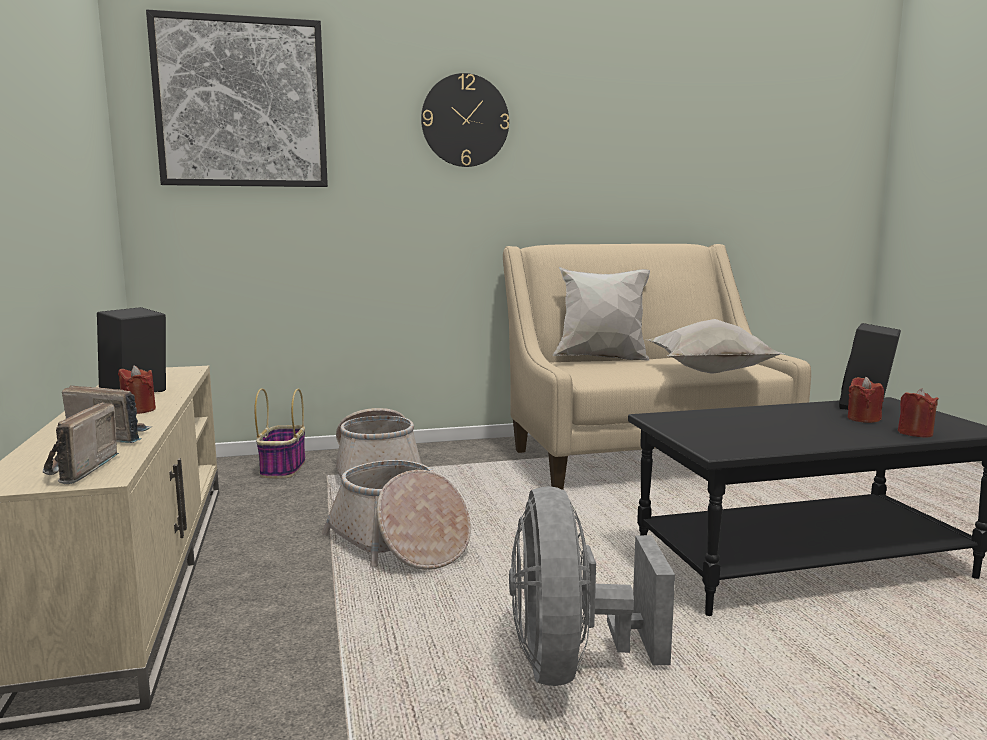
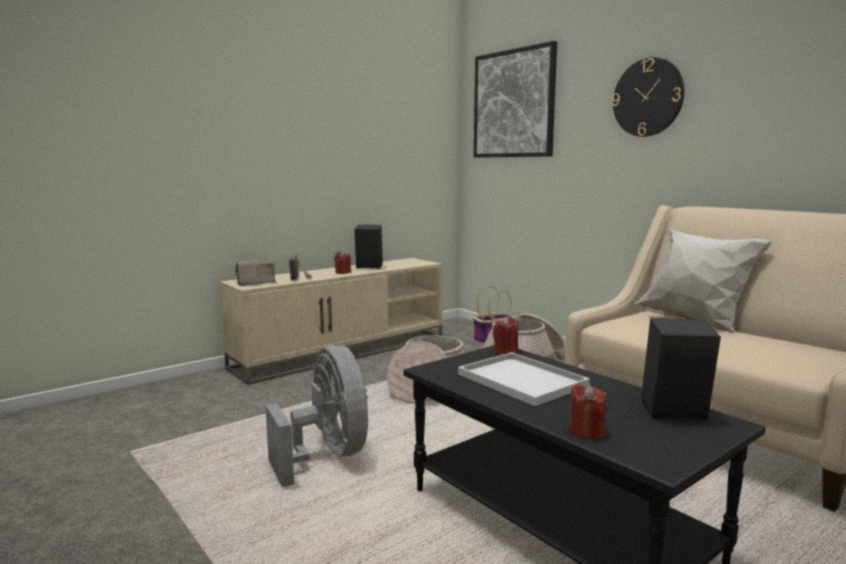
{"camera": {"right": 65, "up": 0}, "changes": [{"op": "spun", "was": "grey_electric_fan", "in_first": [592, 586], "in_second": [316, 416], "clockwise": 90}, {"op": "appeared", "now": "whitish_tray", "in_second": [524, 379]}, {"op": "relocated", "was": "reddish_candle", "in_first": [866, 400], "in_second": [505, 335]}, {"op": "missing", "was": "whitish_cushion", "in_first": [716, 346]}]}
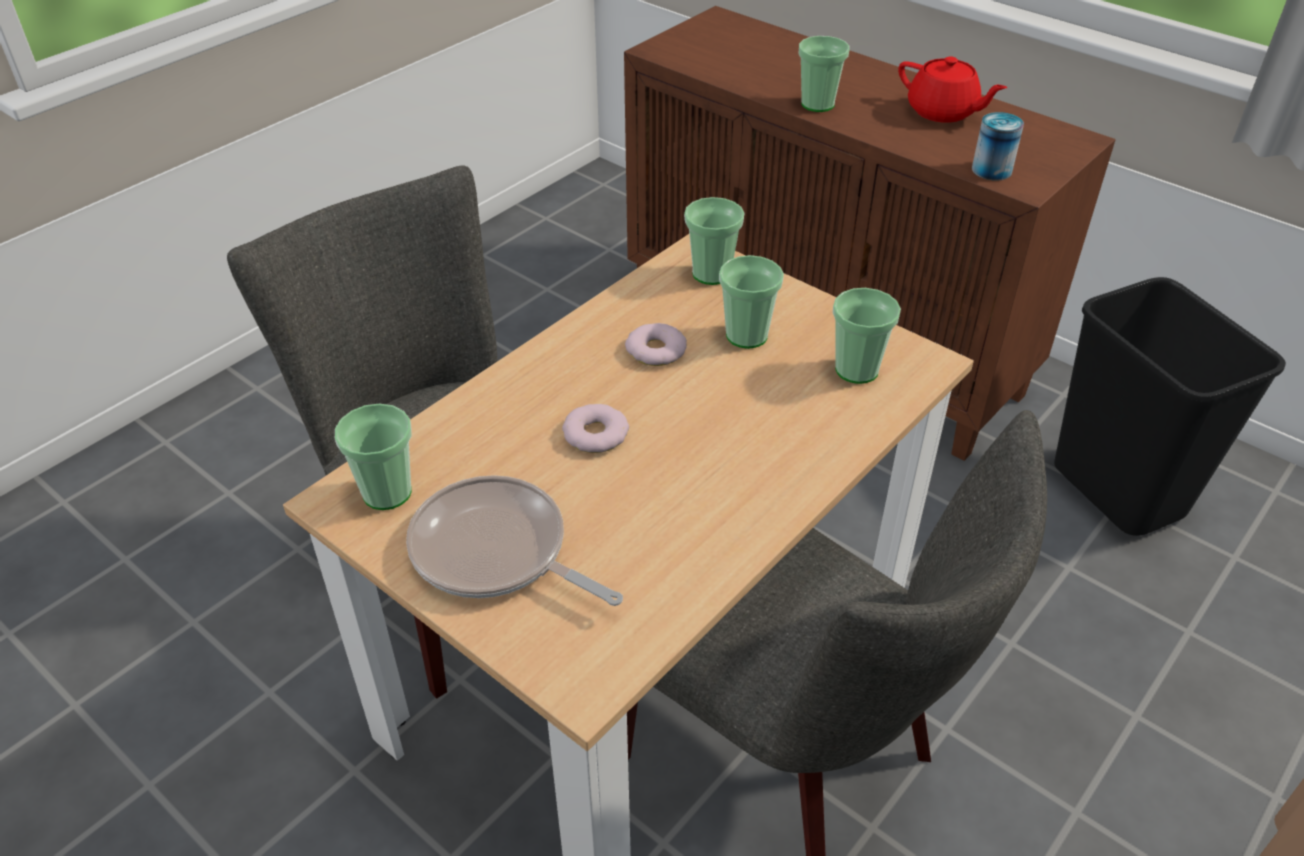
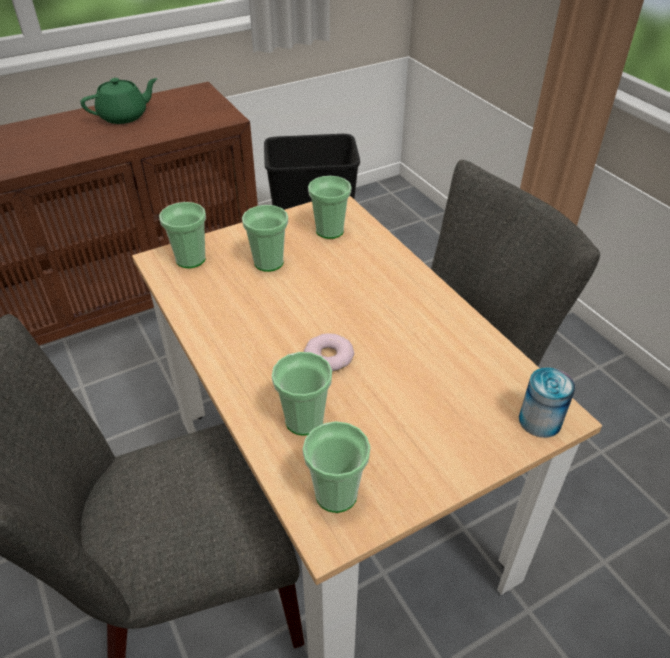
{"camera": {"right": -70, "up": 0}, "changes": [{"op": "colour", "was": "reddish_tea_pot", "now": "greenish_tea_pot", "in_first": [952, 89], "in_second": [119, 101]}, {"op": "relocated", "was": "drinking_cup", "in_first": [824, 74], "in_second": [302, 393]}, {"op": "relocated", "was": "can", "in_first": [998, 146], "in_second": [547, 402]}, {"op": "missing", "was": "pan", "in_first": [514, 540]}, {"op": "missing", "was": "donut", "in_first": [656, 344]}]}
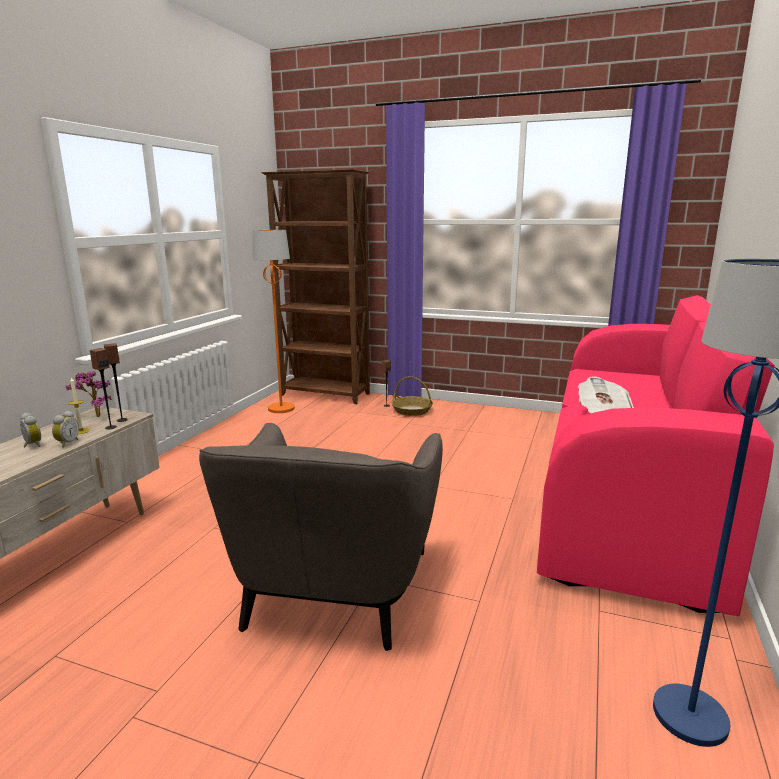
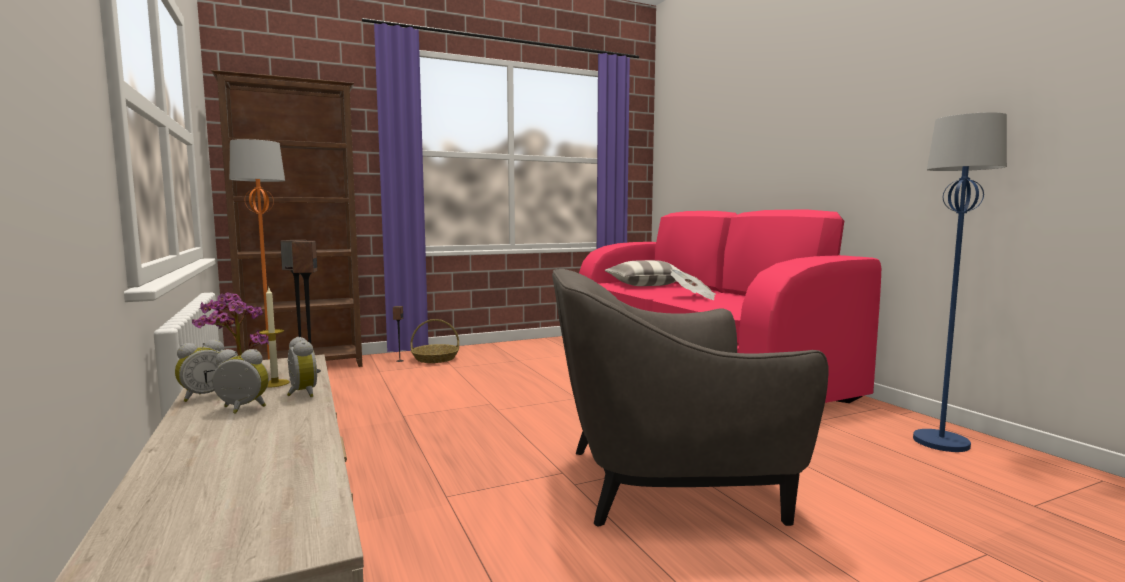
{"camera": {"right": -45, "up": -10}, "changes": [{"op": "appeared", "now": "bedside_clock", "in_second": [199, 370]}, {"op": "spun", "was": "grey_armchair", "in_first": [321, 537], "in_second": [690, 398], "clockwise": 120}, {"op": "appeared", "now": "cushion", "in_second": [647, 273]}]}
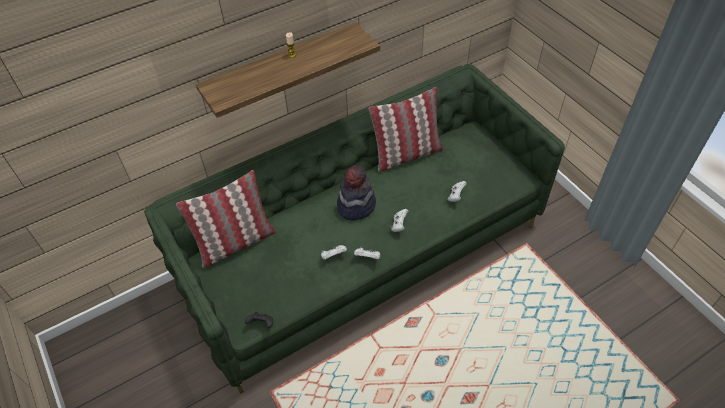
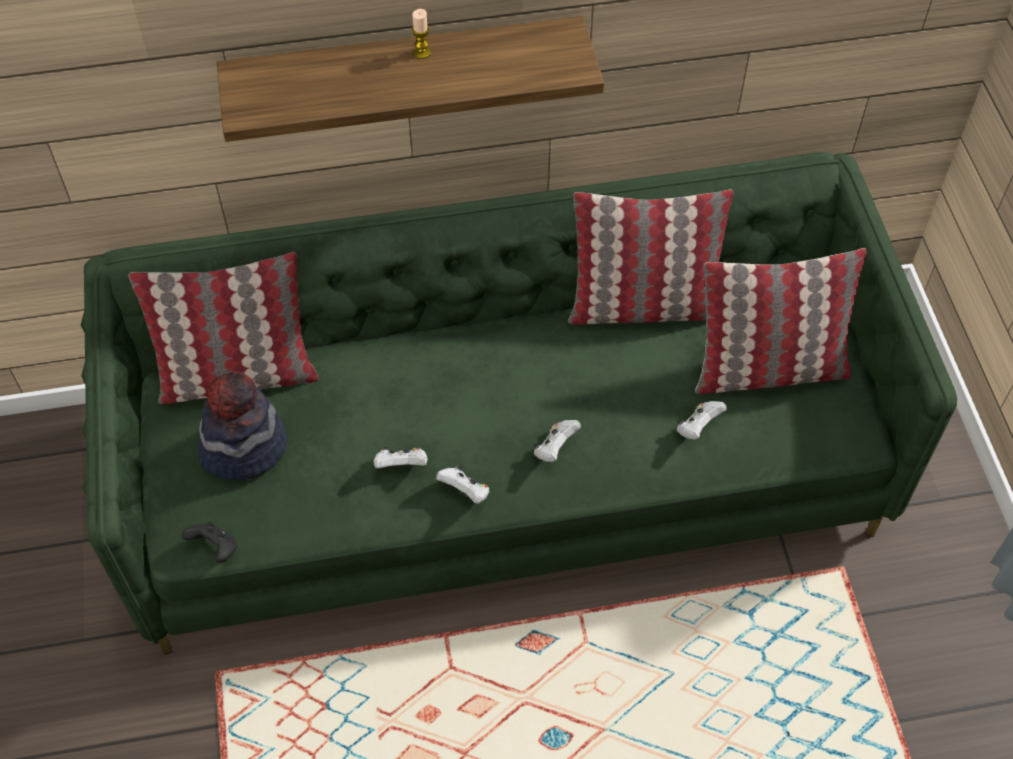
{"camera": {"right": 20, "up": 5}, "changes": [{"op": "relocated", "was": "hat", "in_first": [356, 193], "in_second": [242, 425]}, {"op": "appeared", "now": "cushion", "in_second": [780, 321]}]}
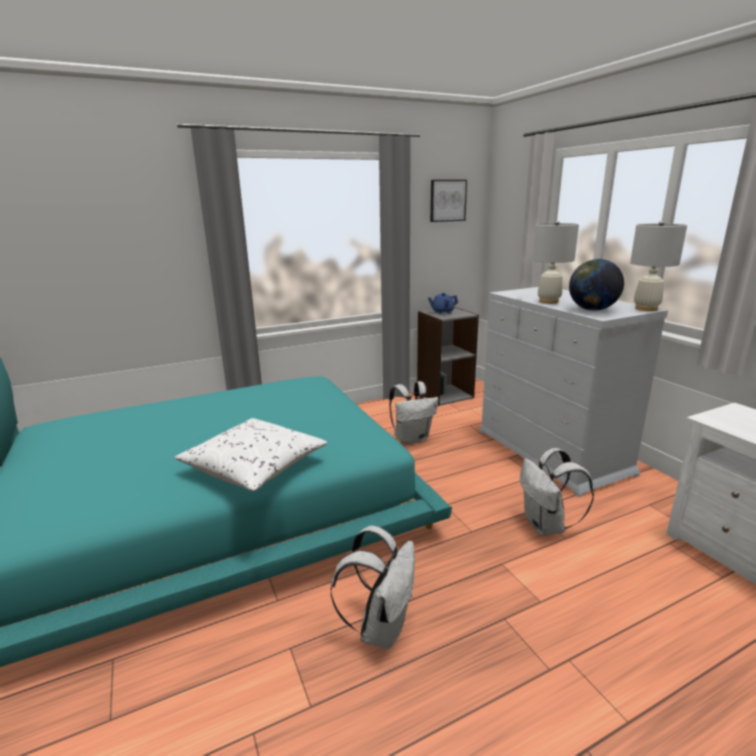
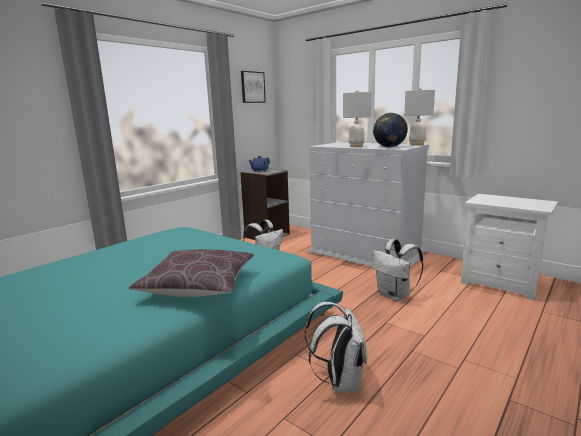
{"camera": {"right": -25, "up": -5}, "changes": [{"op": "colour", "was": "whitish_cushion", "now": "brown-coloured_cushion", "in_first": [250, 454], "in_second": [191, 273]}]}
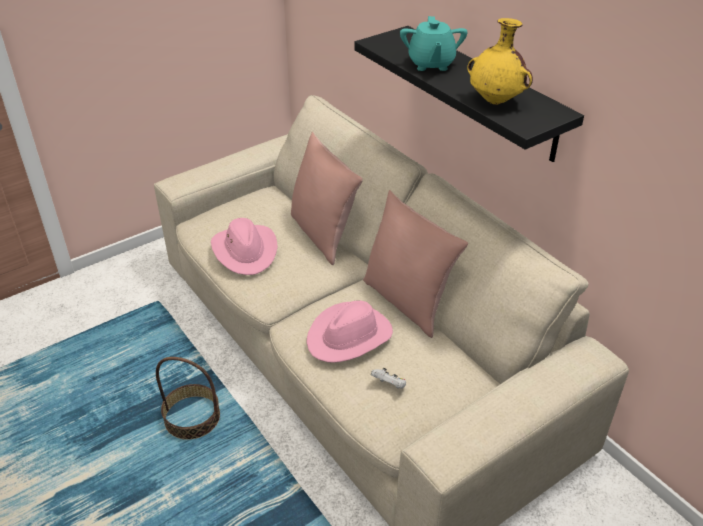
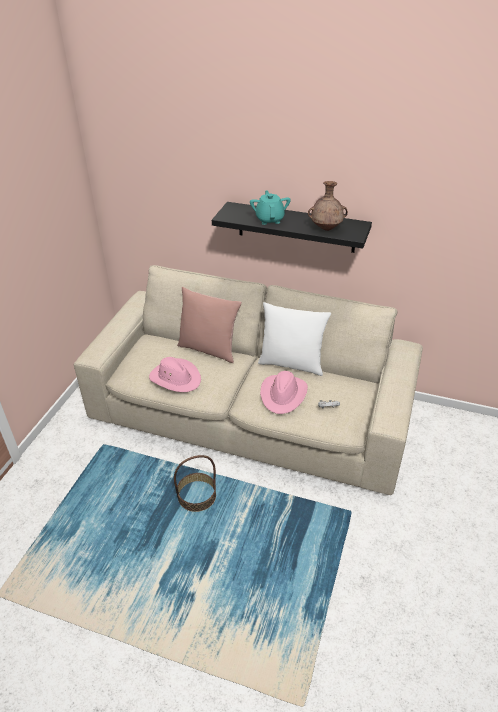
{"camera": {"right": -35, "up": 0}, "changes": [{"op": "spun", "was": "blue-green_tea_pot", "in_first": [434, 43], "in_second": [270, 207], "clockwise": -150}, {"op": "colour", "was": "pink-coloured_cushion", "now": "whitish_cushion", "in_first": [415, 264], "in_second": [294, 339]}, {"op": "colour", "was": "yellow_flower_vase", "now": "brown-coloured_flower_vase", "in_first": [500, 61], "in_second": [328, 206]}]}
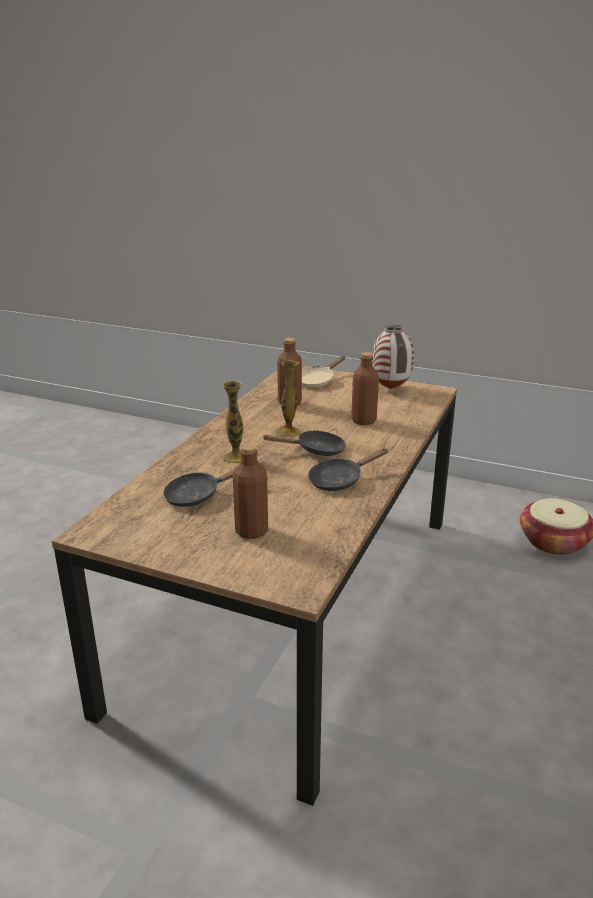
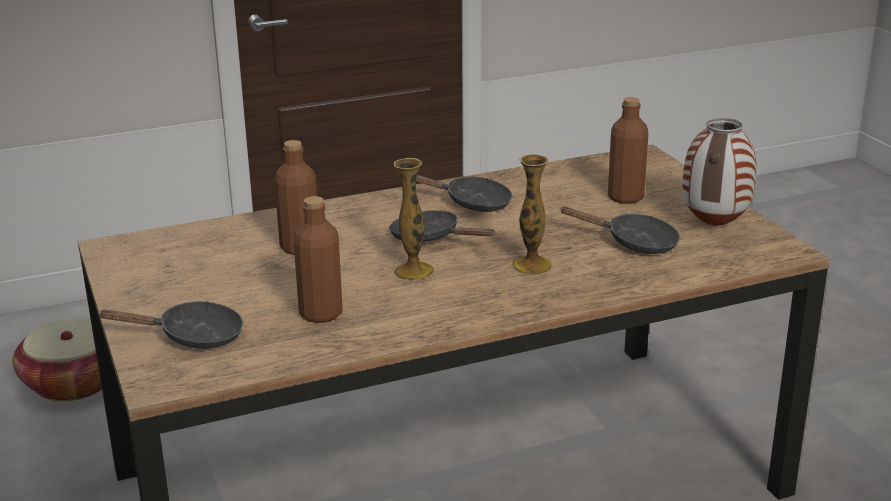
{"camera": {"right": -135, "up": 0}, "changes": [{"op": "colour", "was": "beige_pan", "now": "blackish_pan", "in_first": [323, 372], "in_second": [170, 325]}, {"op": "relocated", "was": "flower_vase", "in_first": [393, 357], "in_second": [719, 172]}]}
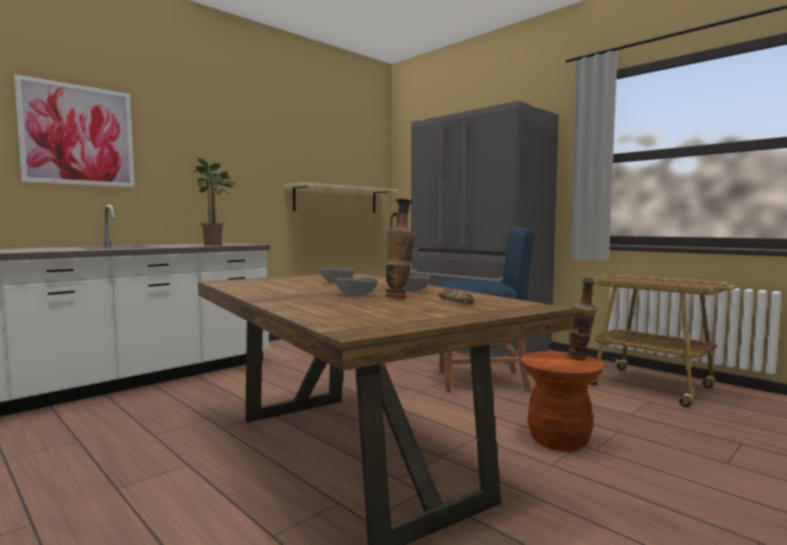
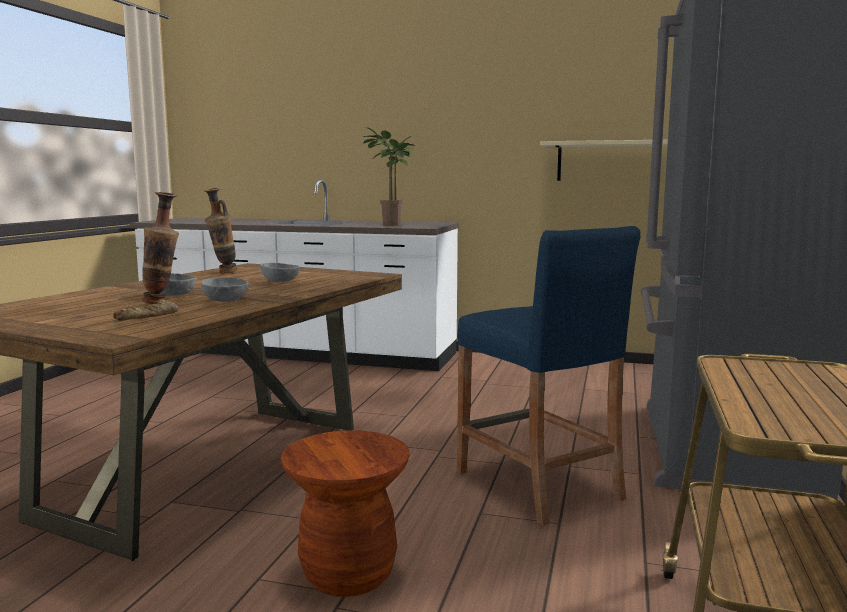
{"camera": {"right": 60, "up": 5}, "changes": [{"op": "relocated", "was": "flower_vase", "in_first": [582, 319], "in_second": [220, 231]}, {"op": "missing", "was": "wall_picture", "in_first": [74, 130]}]}
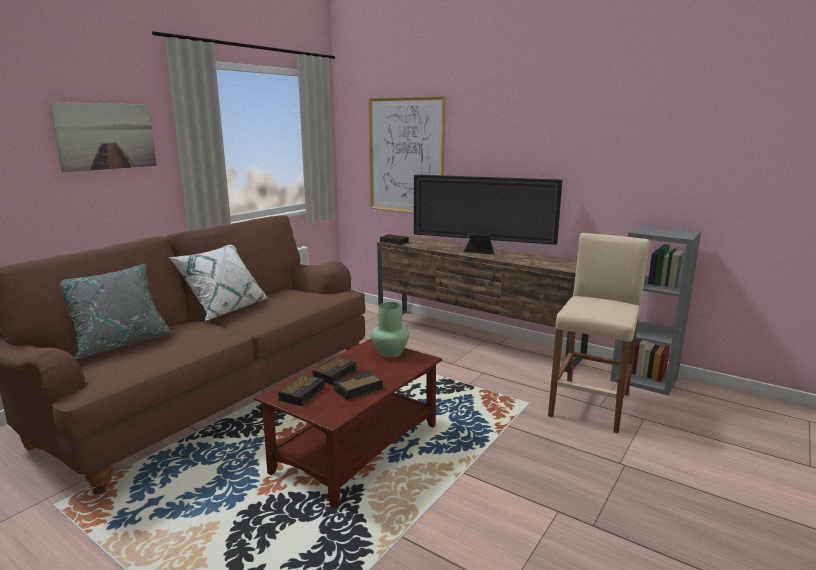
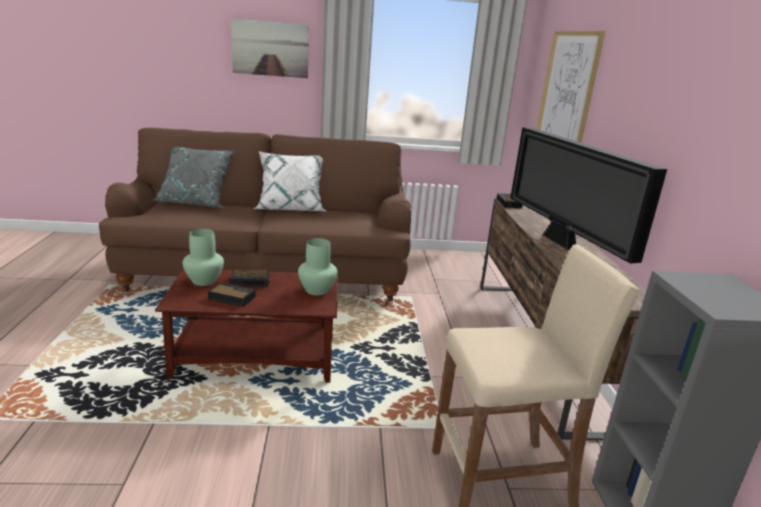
{"camera": {"right": 50, "up": 5}, "changes": [{"op": "exchanged", "was": "bedside_clock", "now": "greenish_flower_vase", "in_first": [301, 390], "in_second": [203, 257]}]}
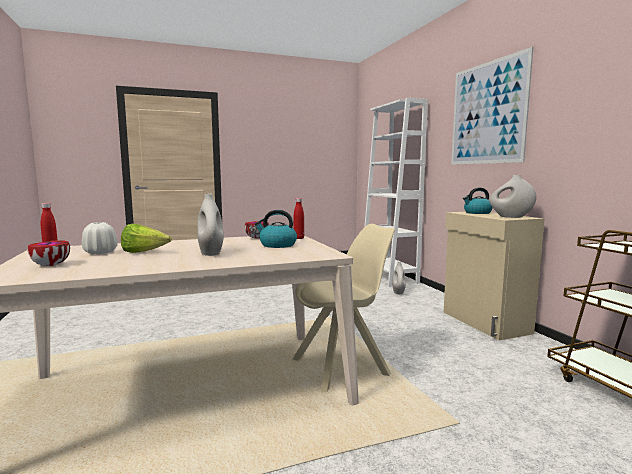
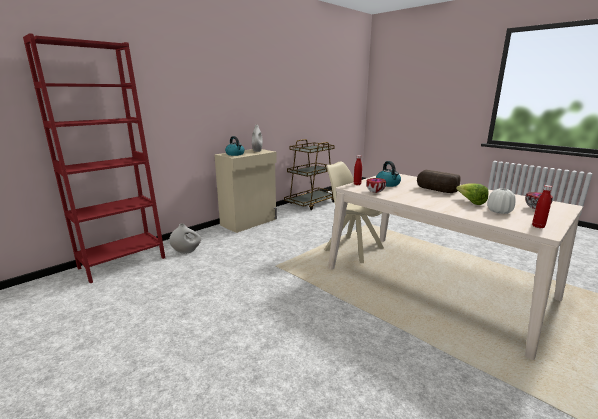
{"camera": {"right": -115, "up": 10}, "changes": [{"op": "colour", "was": "whitish_bookshelf", "now": "reddish_bookshelf", "in_first": [396, 192], "in_second": [94, 158]}, {"op": "exchanged", "was": "whitish_flower_vase", "now": "baked_bread", "in_first": [210, 224], "in_second": [438, 181]}, {"op": "missing", "was": "wall_picture", "in_first": [492, 106]}]}
